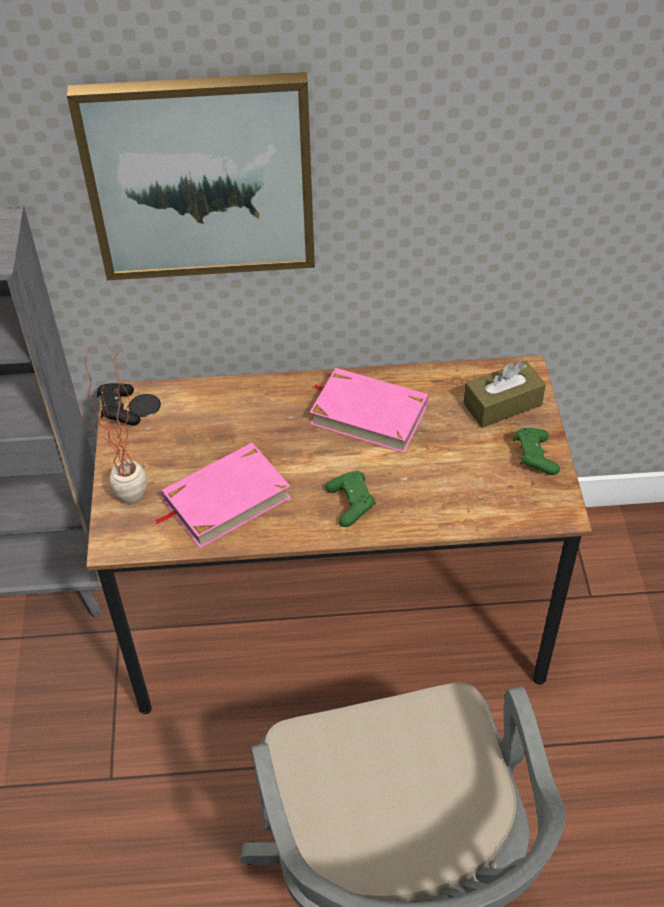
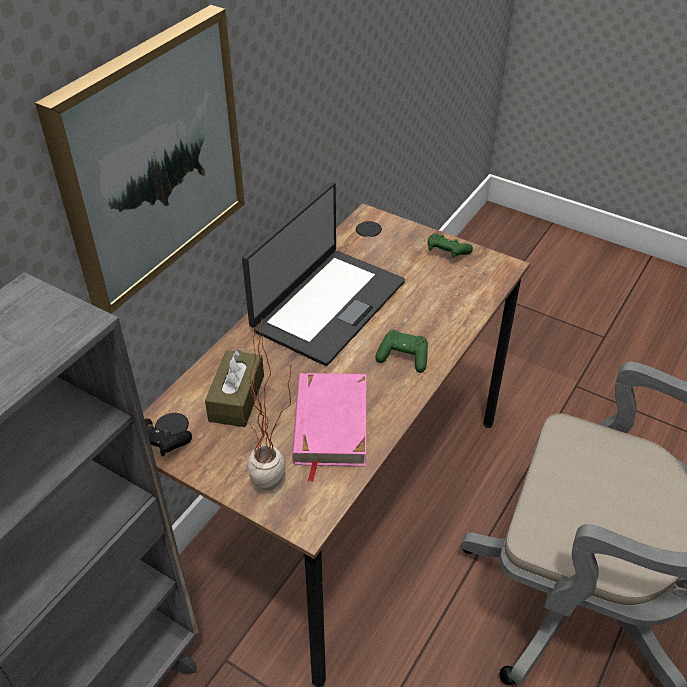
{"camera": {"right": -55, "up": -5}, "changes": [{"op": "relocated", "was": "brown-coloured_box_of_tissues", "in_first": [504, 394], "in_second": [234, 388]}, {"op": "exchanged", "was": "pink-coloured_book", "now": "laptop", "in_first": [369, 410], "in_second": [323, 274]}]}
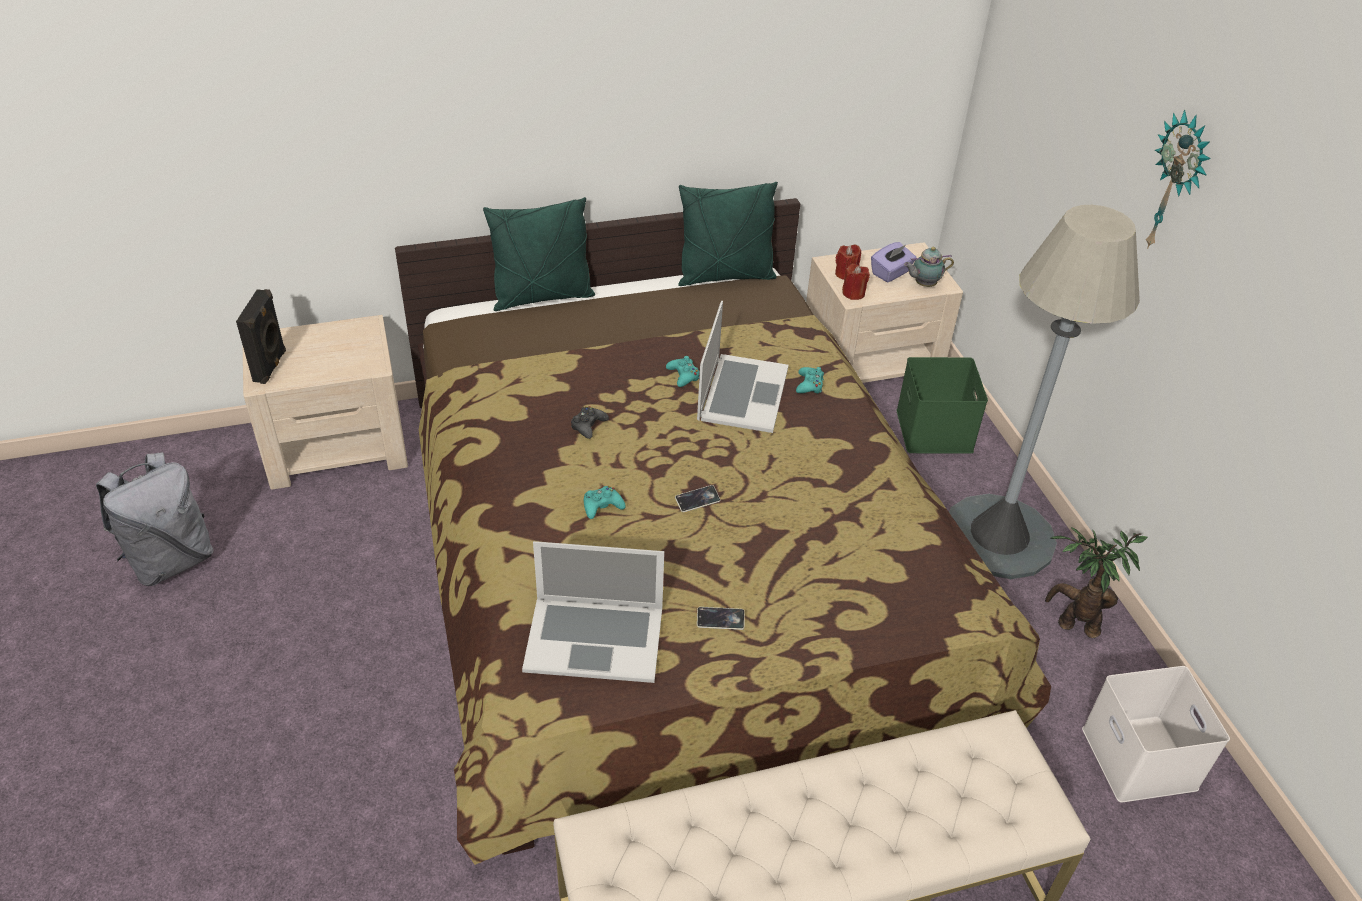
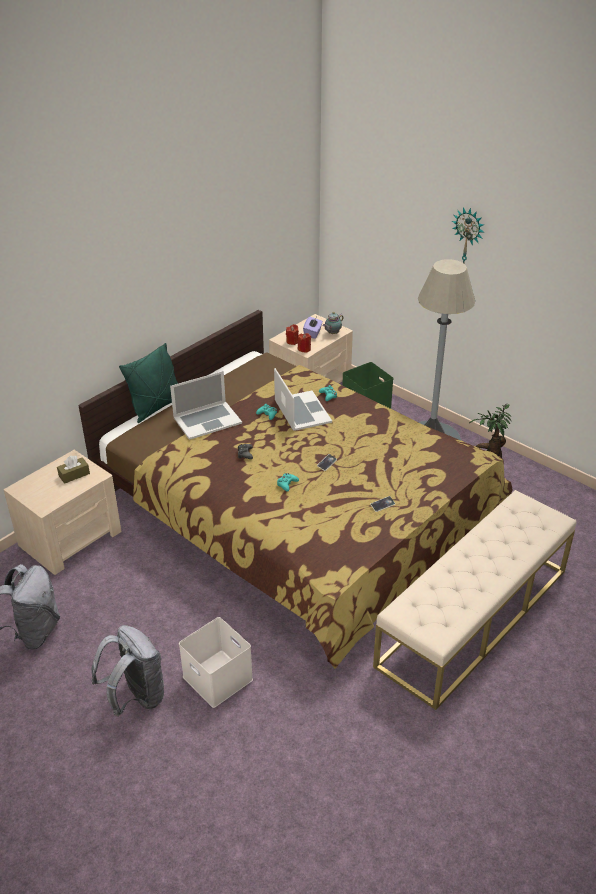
{"camera": {"right": -30, "up": -5}, "changes": [{"op": "appeared", "now": "brown-coloured_box_of_tissues", "in_second": [73, 469]}, {"op": "appeared", "now": "grey_knapsack", "in_second": [128, 670]}, {"op": "relocated", "was": "laptop", "in_first": [593, 612], "in_second": [206, 405]}, {"op": "relocated", "was": "whitish_storage_bin", "in_first": [1156, 734], "in_second": [216, 662]}, {"op": "missing", "was": "blackish_audio_speaker", "in_first": [261, 336]}, {"op": "missing", "was": "greenish_cushion", "in_first": [728, 234]}]}
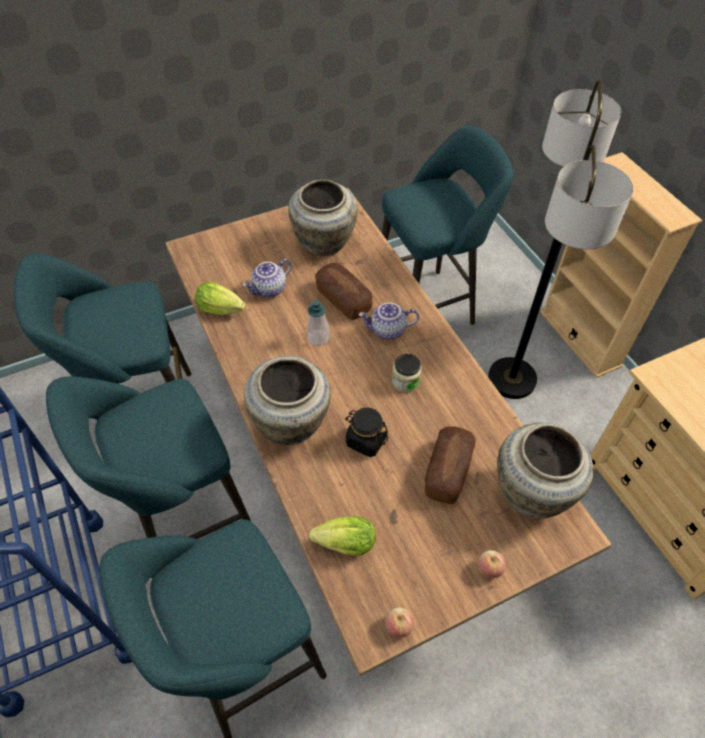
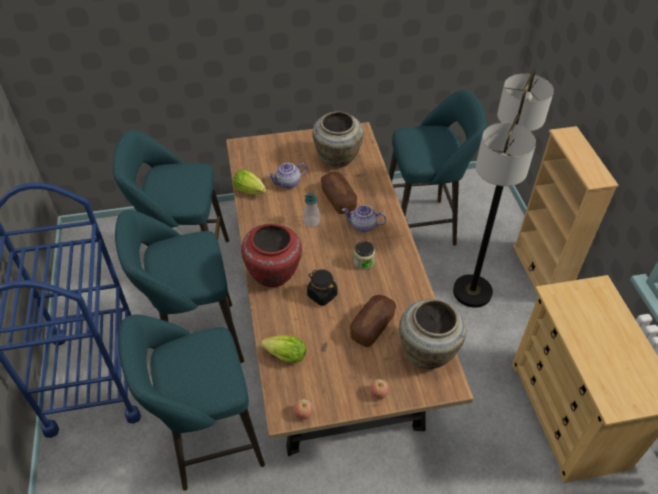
{"camera": {"right": 15, "up": -5}, "changes": [{"op": "colour", "was": "beige_flower_vase", "now": "reddish_flower_vase", "in_first": [287, 400], "in_second": [271, 255]}]}
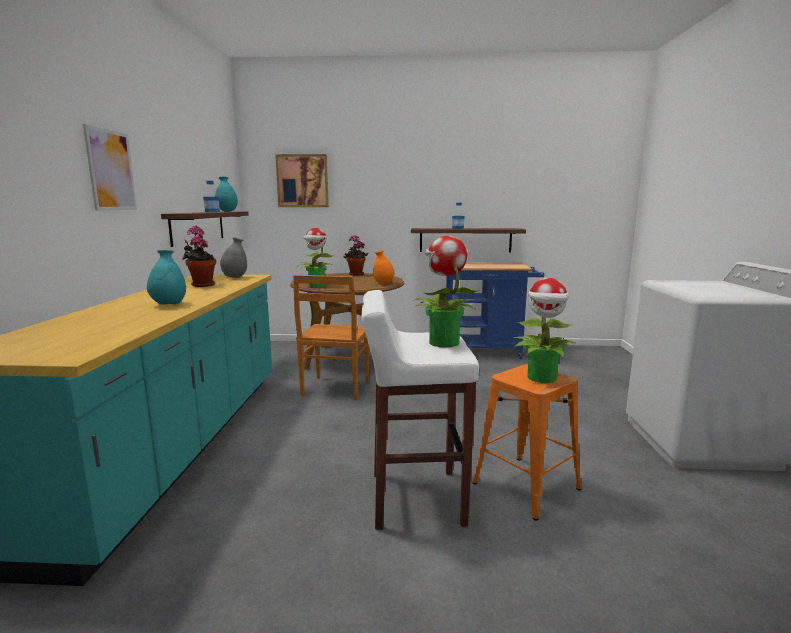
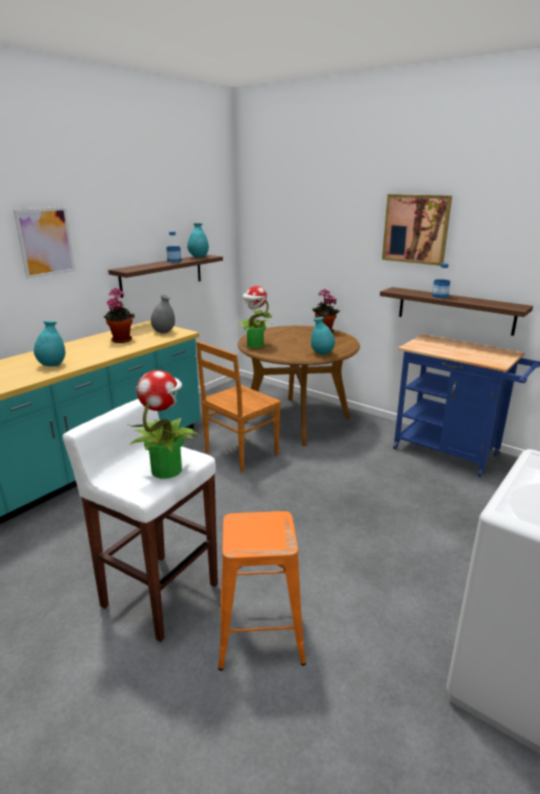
{"camera": {"right": 35, "up": 10}, "changes": [{"op": "colour", "was": "orange-coloured_flower_vase", "now": "blue-green_flower_vase", "in_first": [384, 267], "in_second": [323, 336]}, {"op": "relocated", "was": "wall_picture", "in_first": [302, 180], "in_second": [417, 230]}, {"op": "missing", "was": "plant_in_a_pot", "in_first": [544, 330]}]}
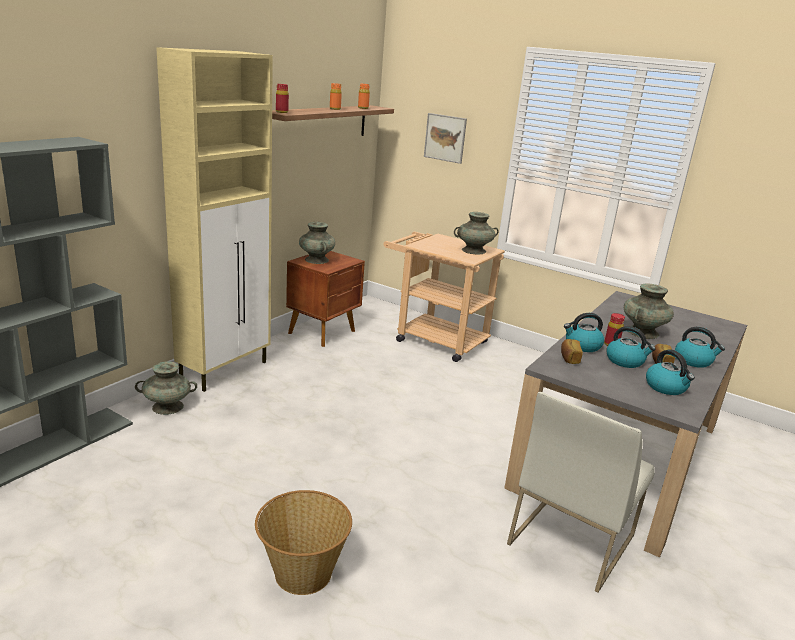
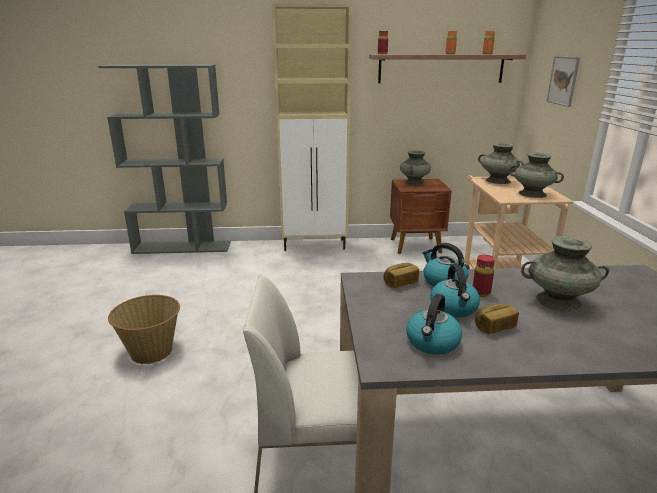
{"camera": {"right": 55, "up": 0}, "changes": [{"op": "relocated", "was": "blue-green_flower_vase", "in_first": [166, 388], "in_second": [501, 163]}, {"op": "missing", "was": "water_kettle", "in_first": [700, 347]}]}
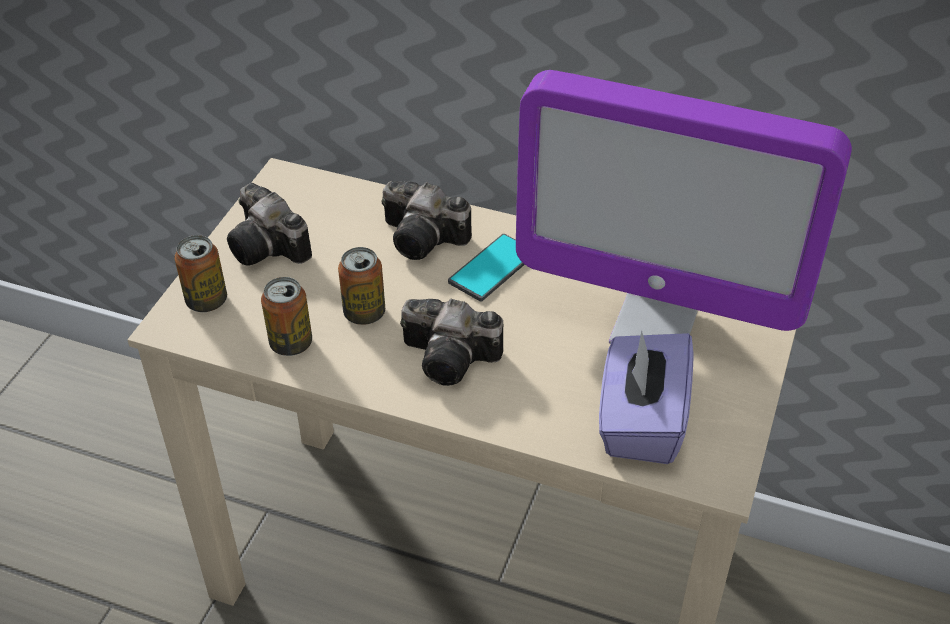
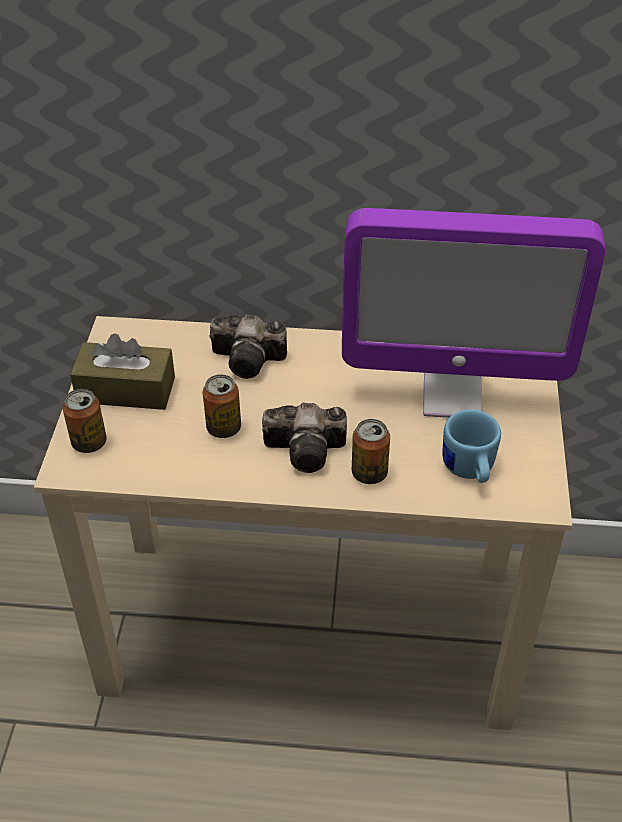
{"camera": {"right": -15, "up": 0}, "changes": [{"op": "exchanged", "was": "still_camera", "now": "brown-coloured_box_of_tissues", "in_first": [269, 224], "in_second": [122, 371]}, {"op": "relocated", "was": "can", "in_first": [286, 316], "in_second": [371, 451]}, {"op": "exchanged", "was": "purplish_box_of_tissues", "now": "blue_tea_mug", "in_first": [646, 397], "in_second": [471, 446]}, {"op": "missing", "was": "handset", "in_first": [486, 268]}]}
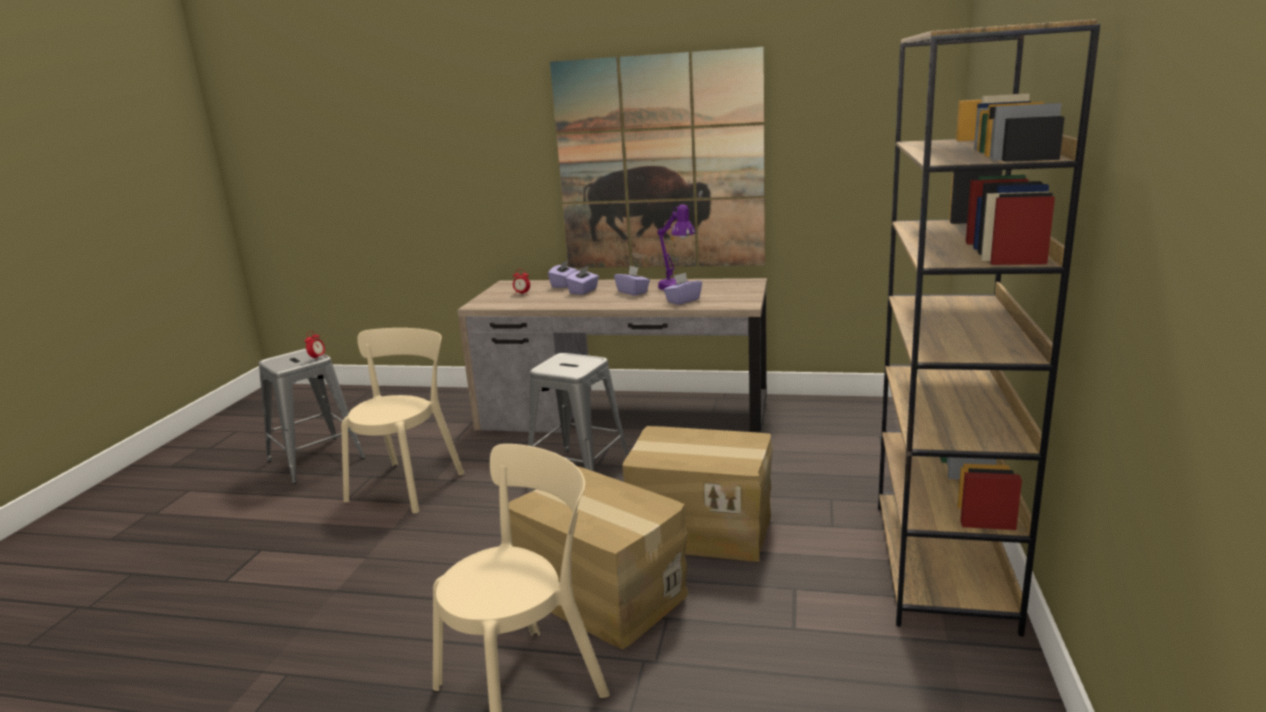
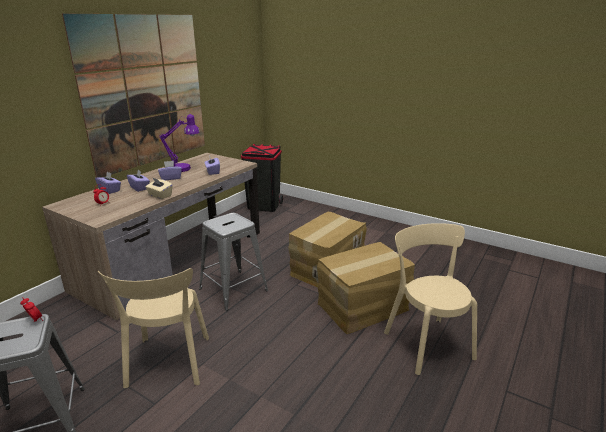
{"camera": {"right": -70, "up": 5}, "changes": [{"op": "spun", "was": "beige_chair", "in_first": [402, 421], "in_second": [153, 328], "clockwise": -135}, {"op": "appeared", "now": "beige_box_of_tissues", "in_second": [159, 188]}, {"op": "appeared", "now": "blackish_trash_can", "in_second": [262, 178]}, {"op": "missing", "was": "brown-coloured_bookshelf", "in_first": [989, 328]}]}
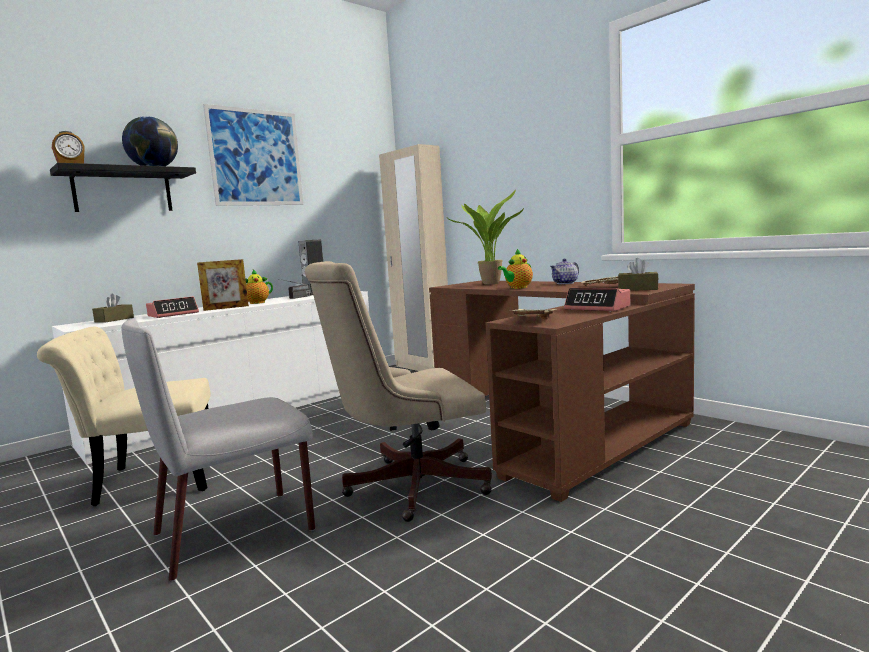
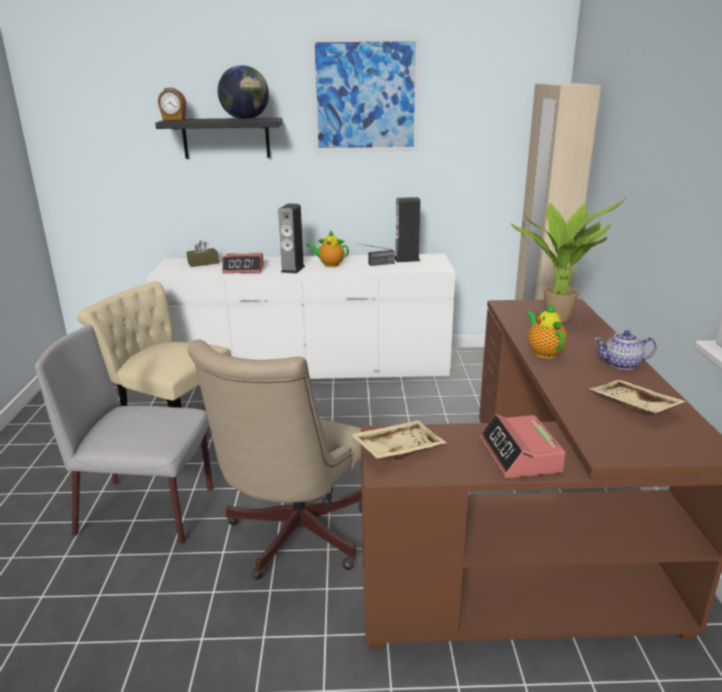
{"camera": {"right": 40, "up": 15}, "changes": [{"op": "spun", "was": "beige_computer_chair", "in_first": [398, 391], "in_second": [275, 459], "clockwise": -90}, {"op": "exchanged", "was": "photo_frame", "now": "audio_speaker", "in_first": [223, 285], "in_second": [291, 239]}, {"op": "spun", "was": "tea_pot", "in_first": [515, 269], "in_second": [546, 331], "clockwise": 75}, {"op": "missing", "was": "brown-coloured_box_of_tissues", "in_first": [638, 274]}]}
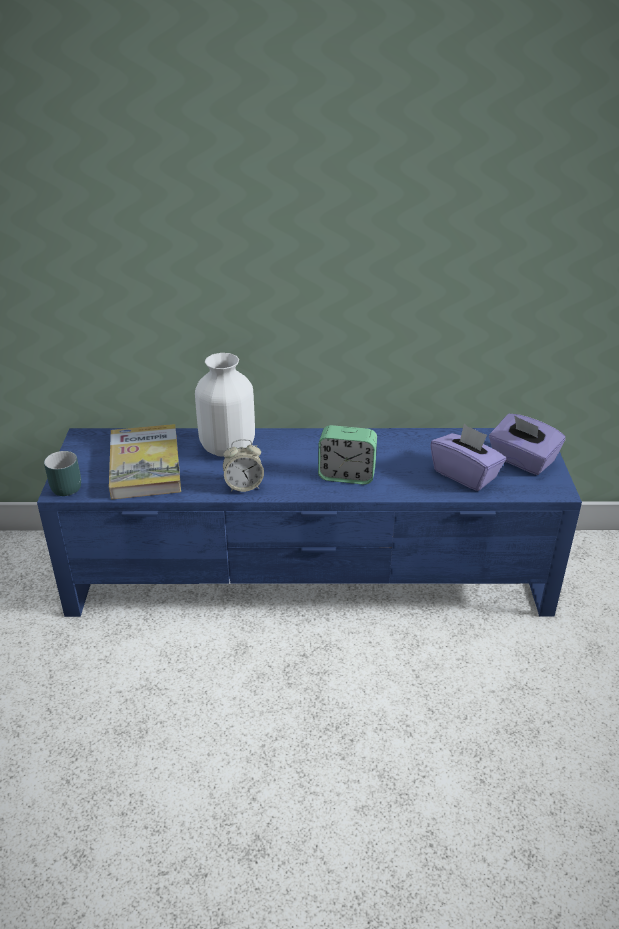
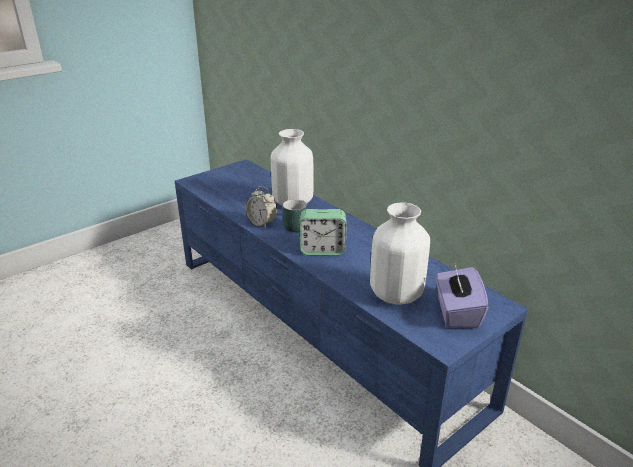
{"camera": {"right": 50, "up": -5}, "changes": [{"op": "relocated", "was": "blue-green_tea_mug", "in_first": [62, 473], "in_second": [295, 216]}, {"op": "spun", "was": "bedside_clock", "in_first": [347, 455], "in_second": [323, 232], "clockwise": -60}, {"op": "exchanged", "was": "purplish_box_of_tissues", "now": "whitish_flower_vase", "in_first": [468, 457], "in_second": [400, 253]}, {"op": "missing", "was": "book", "in_first": [145, 461]}]}
